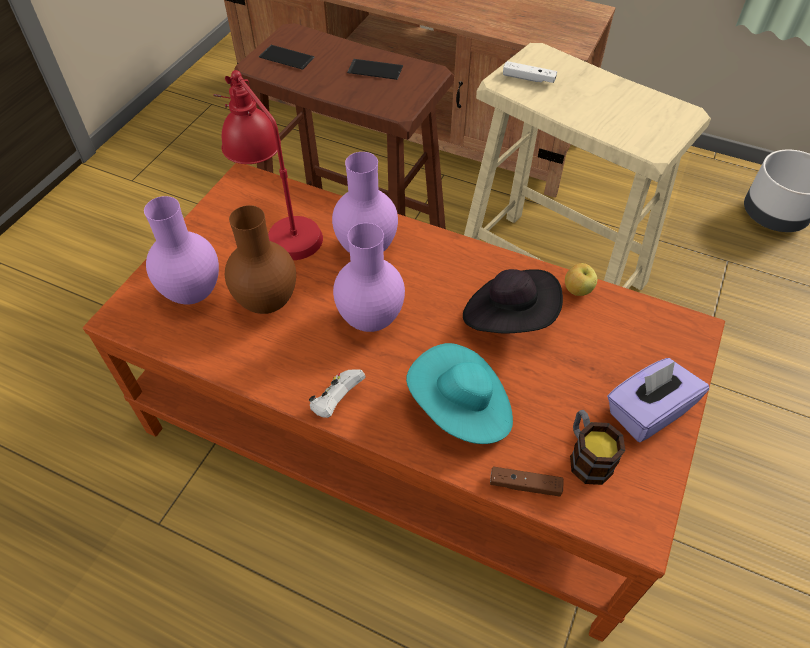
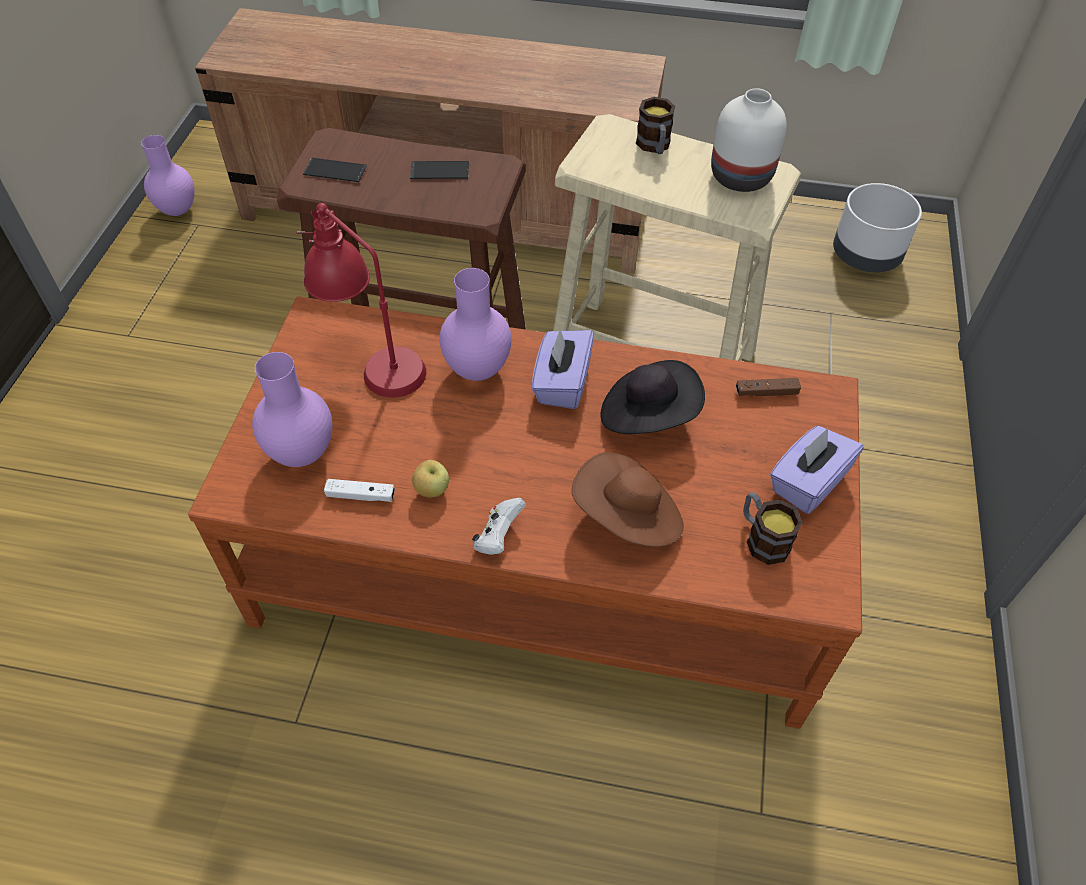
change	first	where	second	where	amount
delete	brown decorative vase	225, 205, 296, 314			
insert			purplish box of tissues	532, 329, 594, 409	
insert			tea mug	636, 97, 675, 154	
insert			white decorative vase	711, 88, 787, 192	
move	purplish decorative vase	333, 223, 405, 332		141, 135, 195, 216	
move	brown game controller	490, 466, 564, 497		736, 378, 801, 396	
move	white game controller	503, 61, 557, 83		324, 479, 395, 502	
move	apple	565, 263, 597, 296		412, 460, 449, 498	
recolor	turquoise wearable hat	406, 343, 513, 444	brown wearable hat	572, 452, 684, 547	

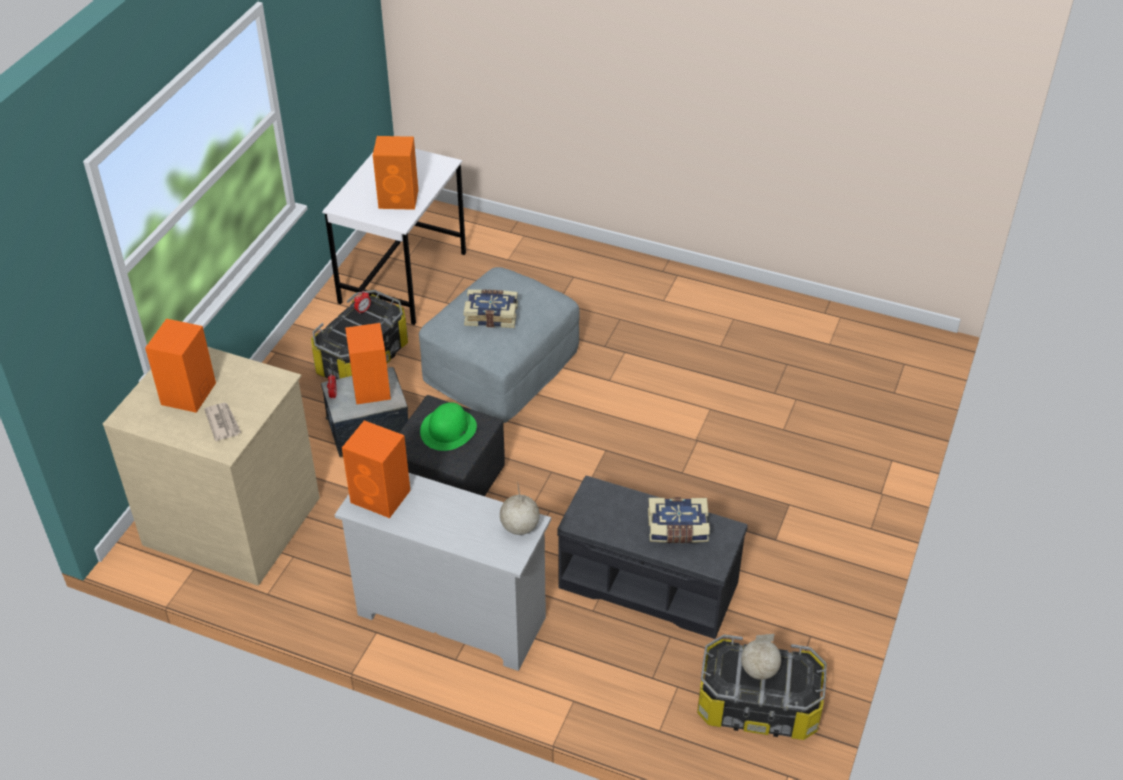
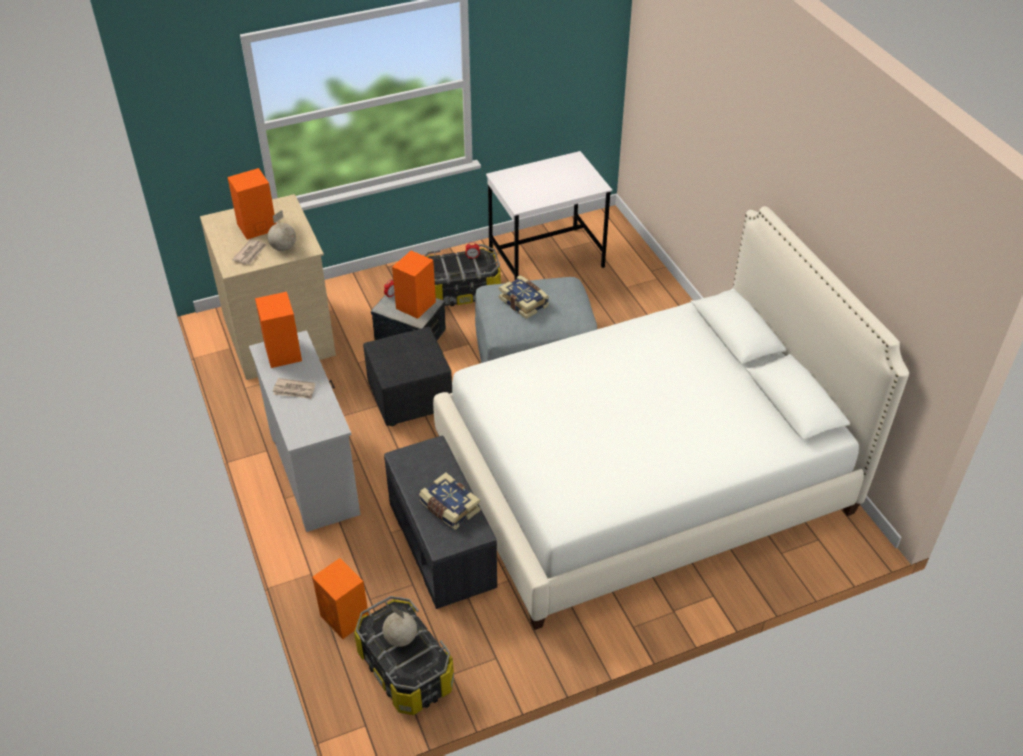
change	first	where	second	where	amount
delete	green wearable hat	420, 402, 477, 451			
insert			printed paper	273, 378, 315, 399	
insert			white sleeping bed	433, 206, 909, 630	
move	orange-coloured audio speaker	373, 136, 418, 210		312, 558, 369, 639	
move	globe	500, 485, 540, 535		267, 210, 296, 251	

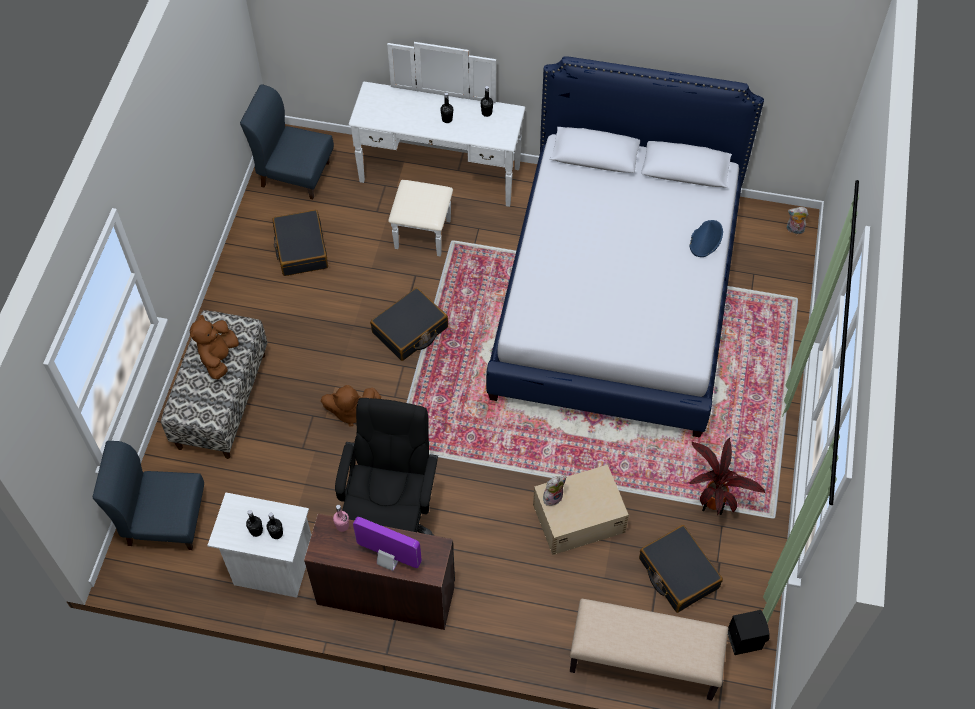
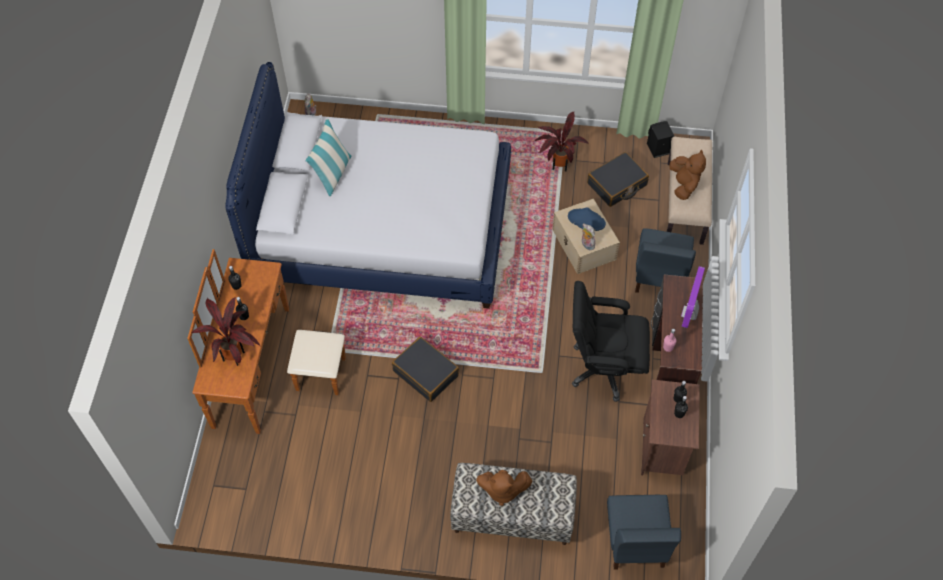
change	first	where	second	where	amount
delete	black-coloured piece of luggage	273, 210, 328, 276			
insert			potted plant	192, 297, 261, 366	
insert			cushion	306, 118, 352, 196	
move	blue-coloured chair	240, 84, 334, 200		635, 228, 696, 293	
move	brown cuddly toy	321, 385, 381, 427		670, 150, 706, 200	
move	blue-coloured wearable hat	690, 220, 723, 257		568, 207, 606, 231	
recolor	white bedside table	207, 492, 311, 598	brown bedside table	641, 380, 700, 475	
recolor	white chest of drawers	349, 42, 525, 256	brown chest of drawers	187, 249, 346, 434	

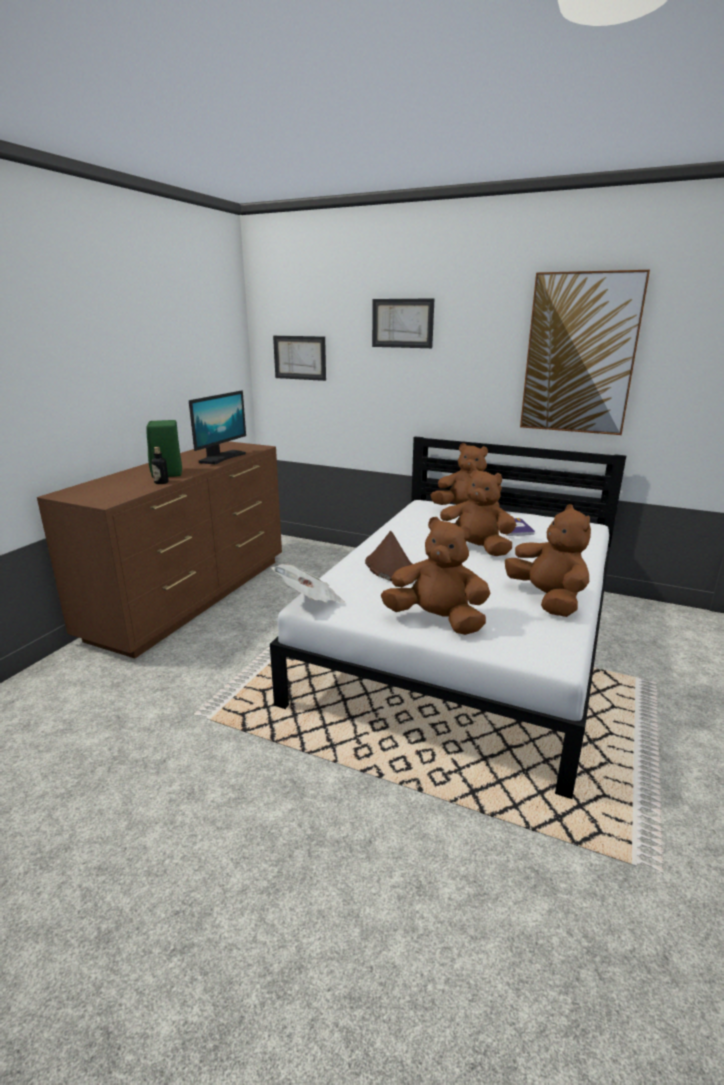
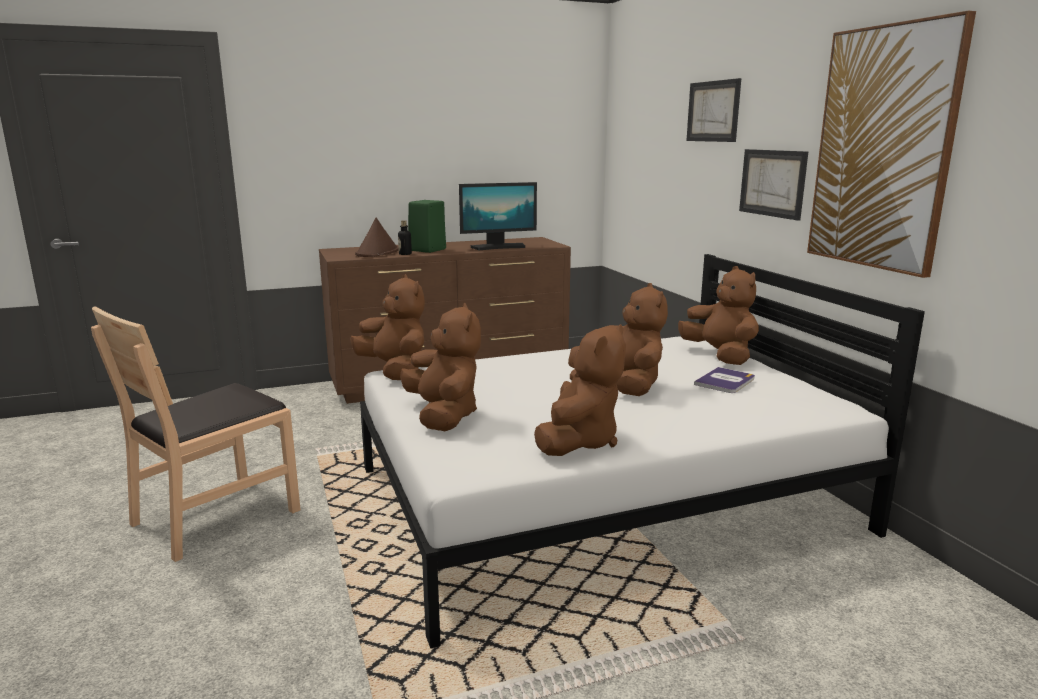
change	first	where	second	where	amount
insert			brown chair	91, 306, 301, 562	
move	wall picture	273, 336, 326, 381		739, 149, 808, 221	
move	brown wearable hat	365, 531, 417, 581		355, 218, 399, 257	
replace	printed paper	271, 564, 345, 603	brown cuddly toy	350, 274, 425, 380	

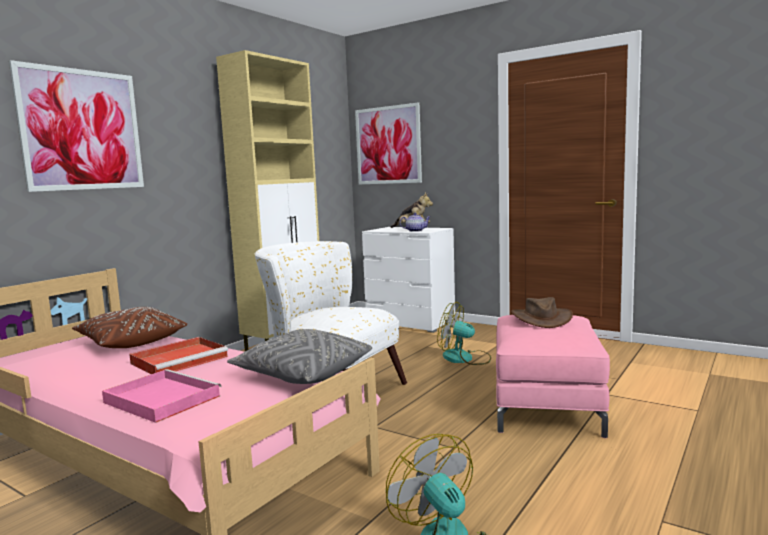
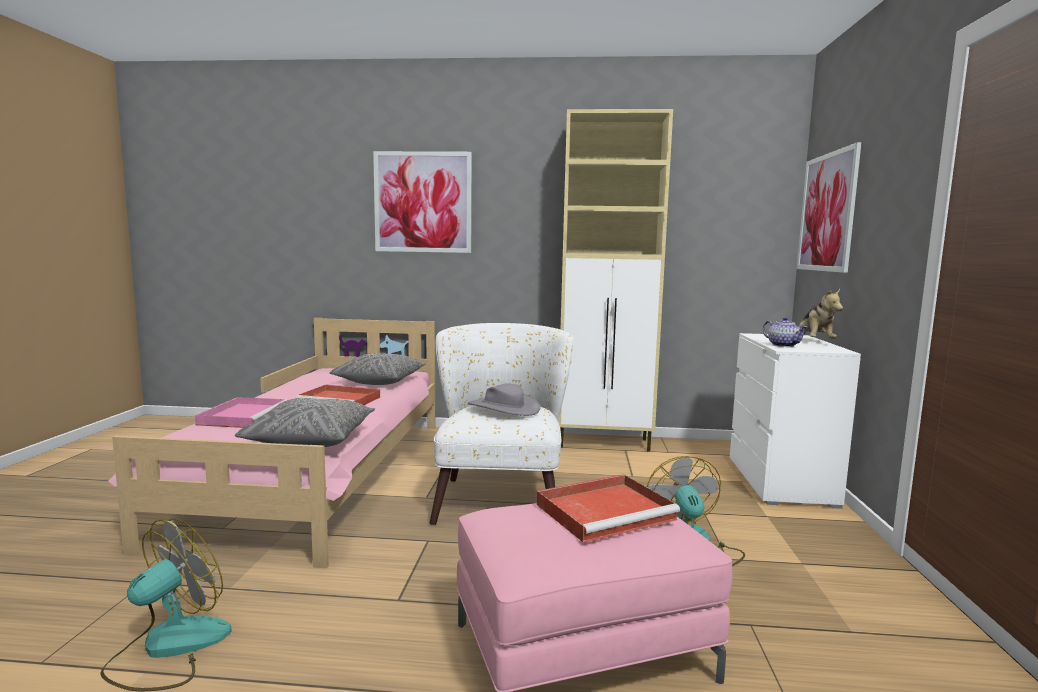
change	first	where	second	where	amount
insert			greyish wearable hat	468, 384, 540, 416	
replace	brown wearable hat	511, 297, 573, 328	red-coloured carrying tray	537, 474, 680, 543	
recolor	brown cushion	72, 307, 187, 348	greyish cushion	330, 353, 426, 385	

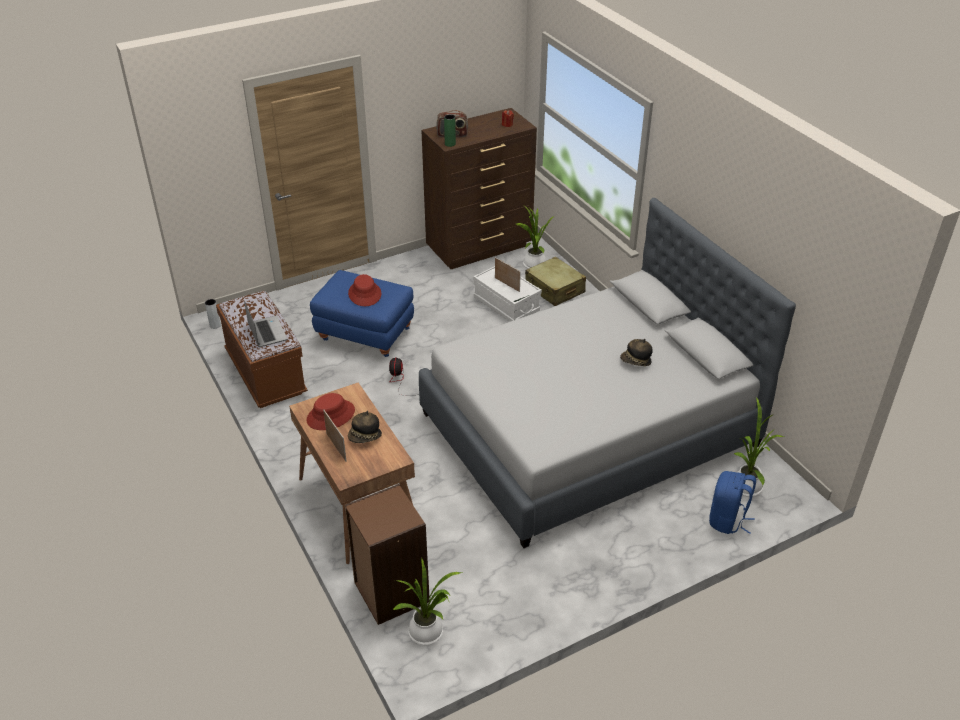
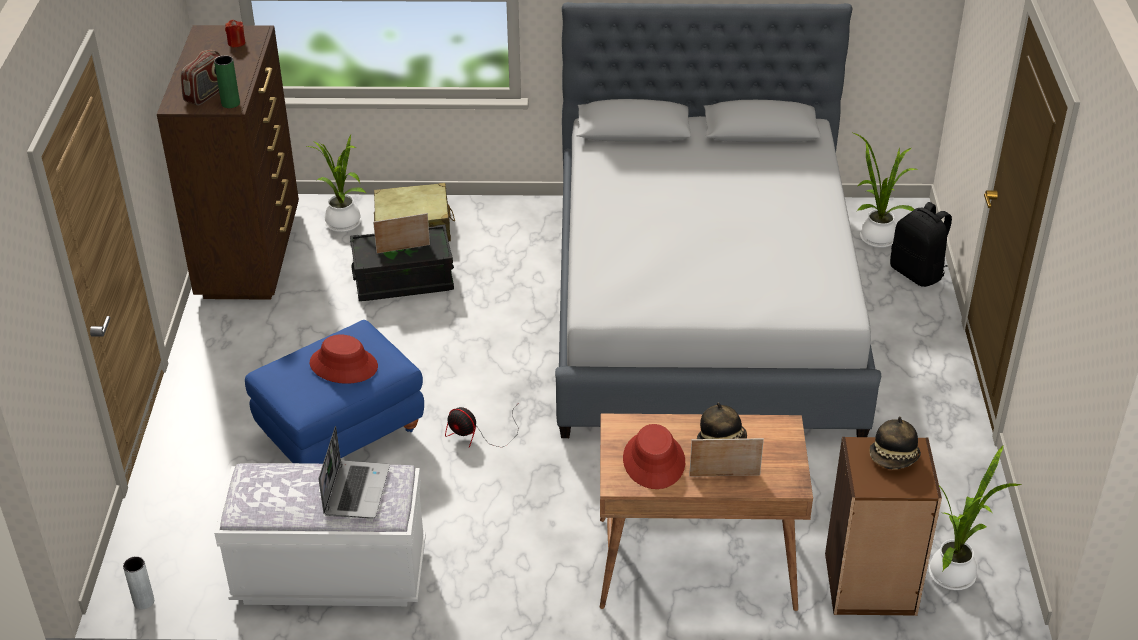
change	first	where	second	where	amount
move	wearable hat	620, 339, 653, 366		869, 416, 921, 470	
recolor	brown long seat	216, 291, 308, 408	white long seat	214, 463, 426, 606	
recolor	white storage bin	473, 266, 542, 322	black-coloured storage bin	350, 225, 454, 301	
recolor	blue-coloured rucksack	709, 471, 756, 534	black-coloured rucksack	890, 202, 952, 287	
rotate	notebook computer	244, 300, 287, 347		318, 426, 390, 519	90 degrees clockwise

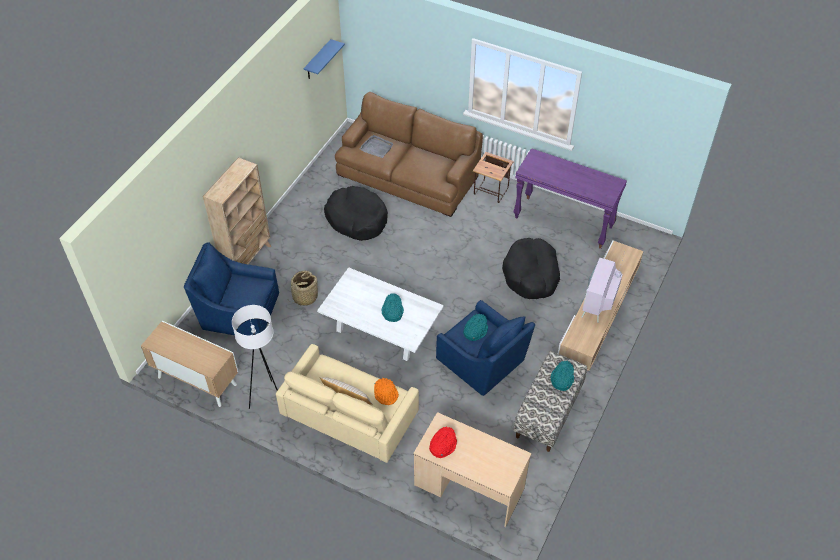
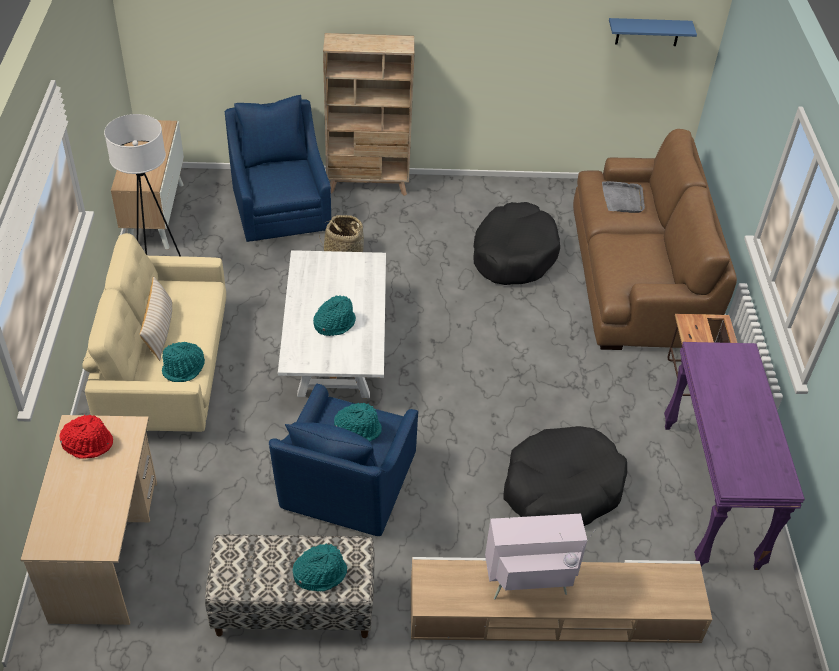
change	first	where	second	where	amount
recolor	orange-coloured wearable hat	374, 378, 399, 405	turquoise wearable hat	162, 342, 205, 382	

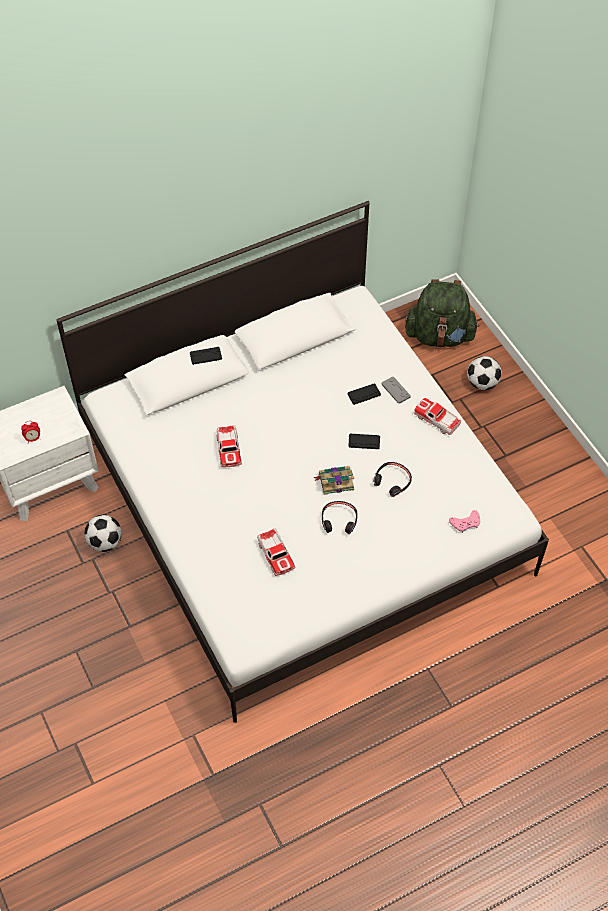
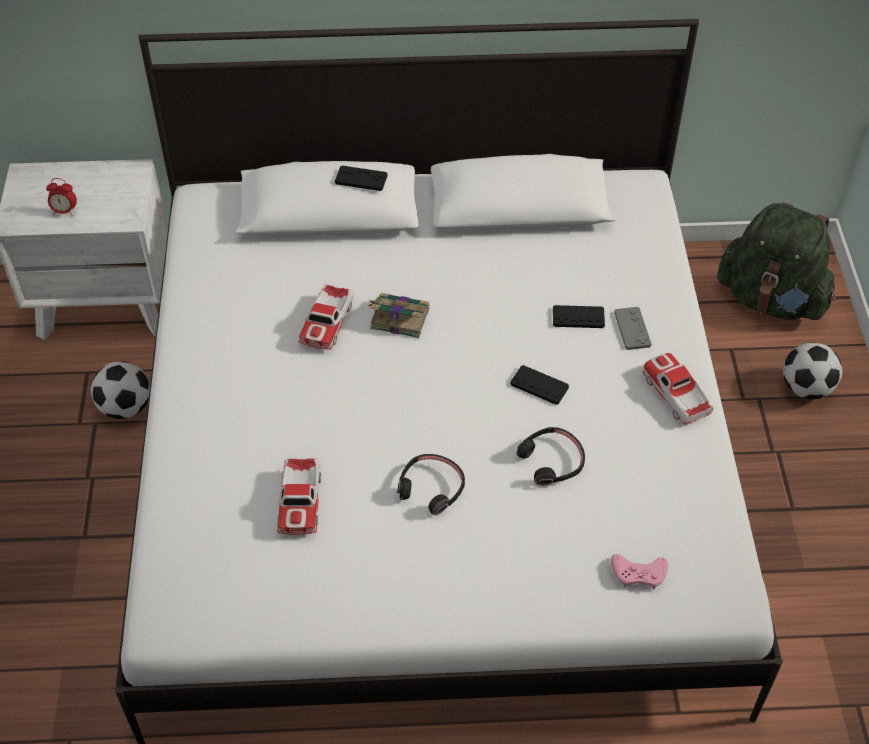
change	first	where	second	where	amount
move	bound book	314, 466, 354, 495		368, 293, 429, 338	

